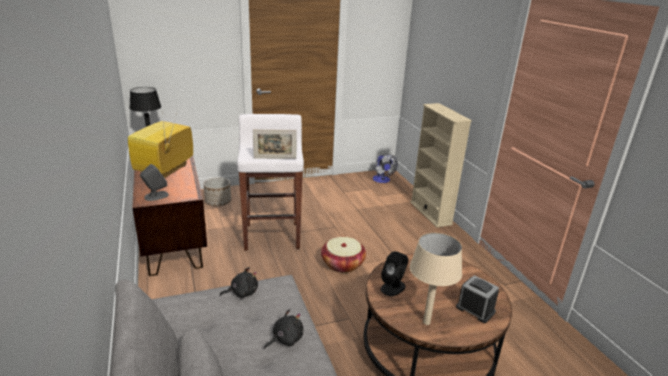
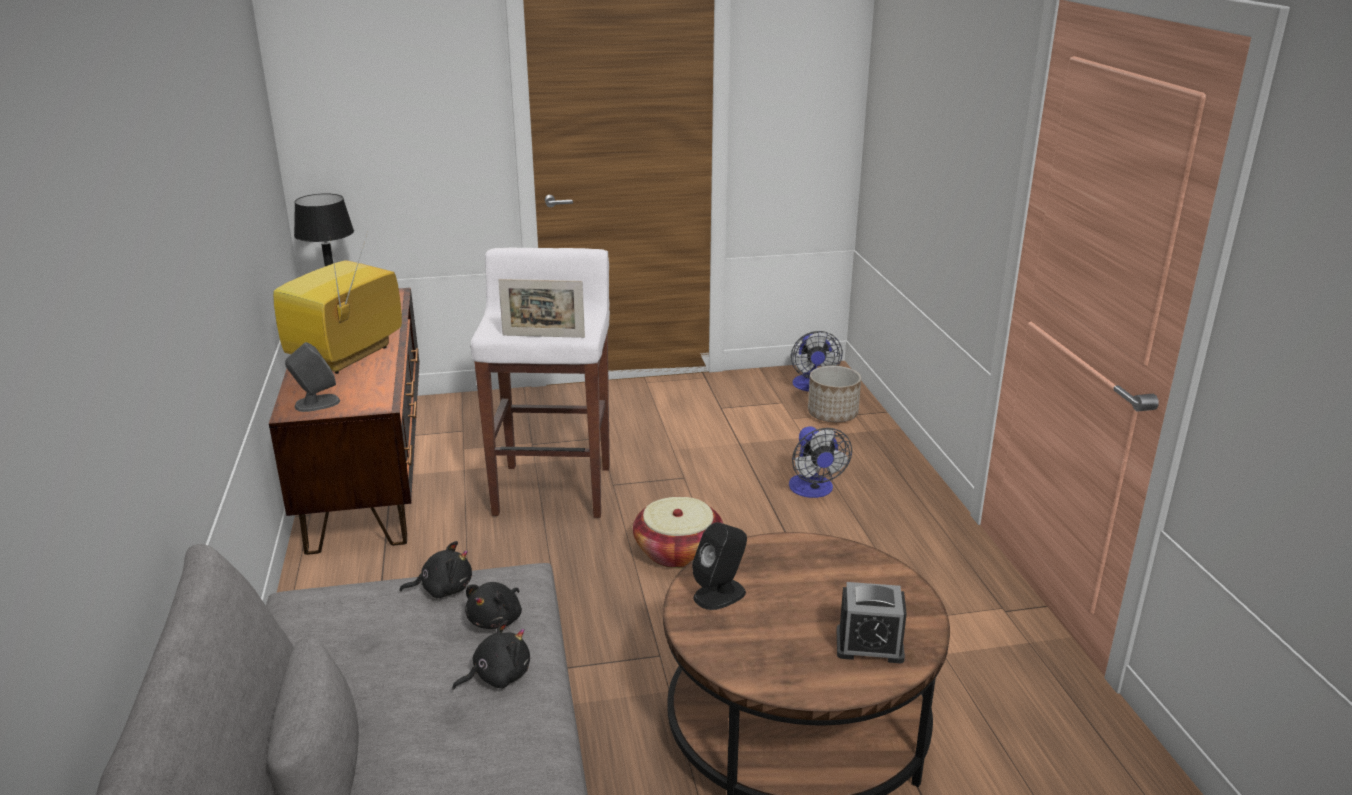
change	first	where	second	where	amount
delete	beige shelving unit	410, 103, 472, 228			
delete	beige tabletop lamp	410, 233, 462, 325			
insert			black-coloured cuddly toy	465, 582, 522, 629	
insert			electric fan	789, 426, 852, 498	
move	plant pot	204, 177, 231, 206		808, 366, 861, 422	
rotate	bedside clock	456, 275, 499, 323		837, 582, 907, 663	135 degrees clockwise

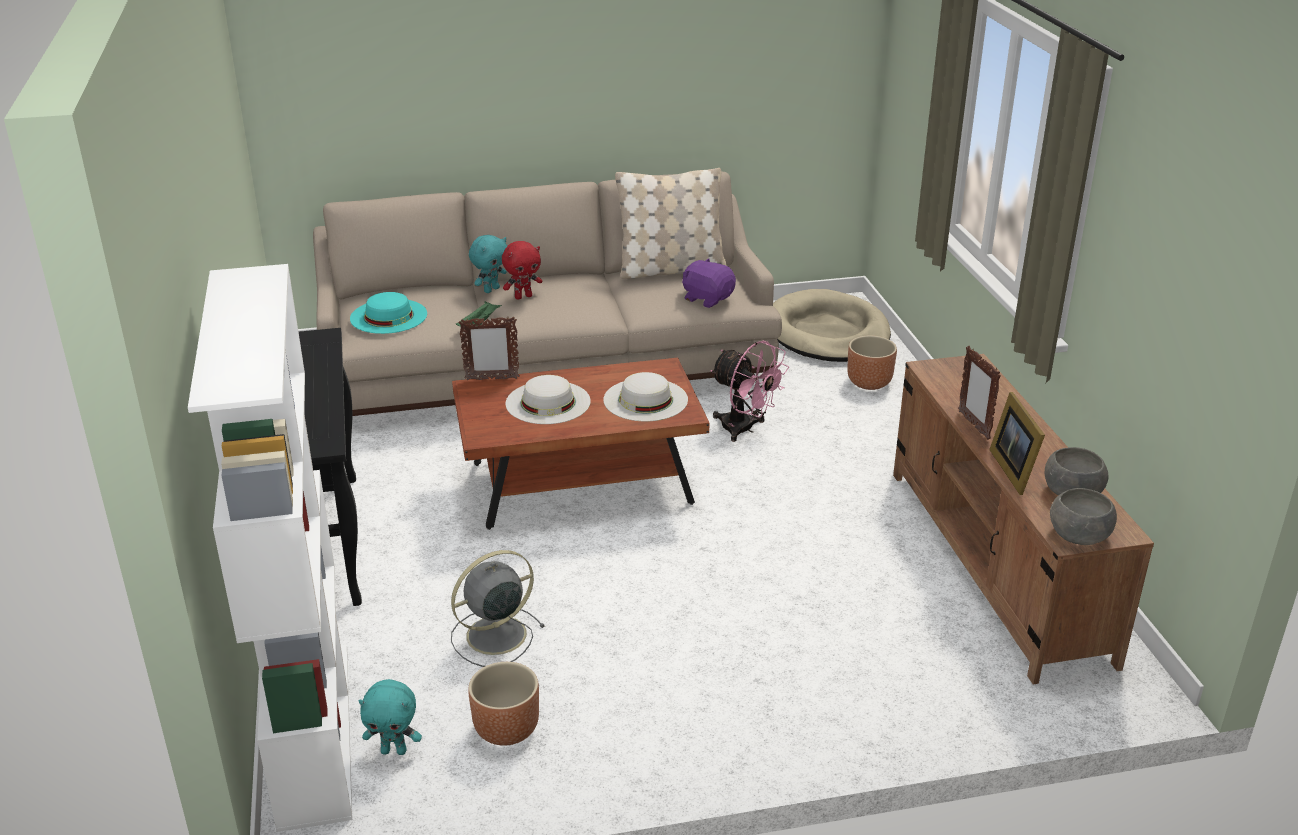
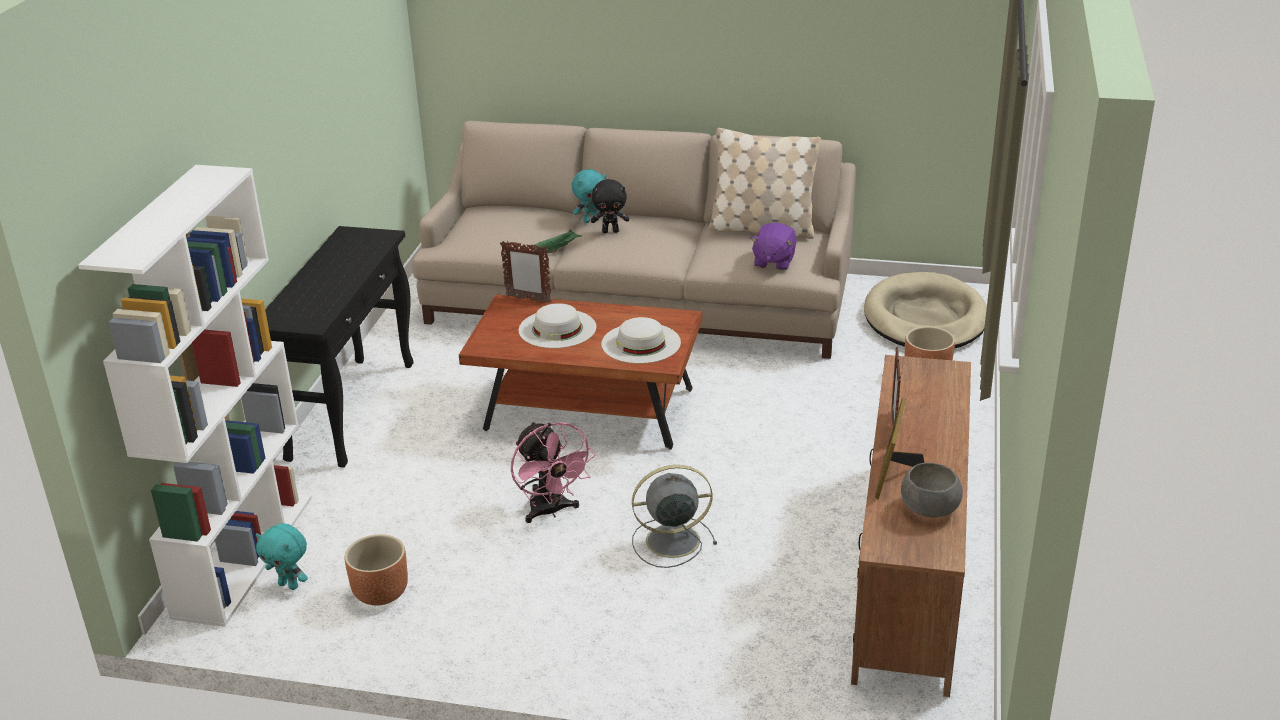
change	first	where	second	where	amount
delete	turquoise wearable hat	350, 292, 427, 334			
delete	greyish bowl	1050, 488, 1117, 545			
move	greyish electric fan	451, 550, 545, 667		632, 465, 717, 568	
move	pink-coloured electric fan	710, 340, 789, 442		511, 422, 595, 523	
recolor	red-coloured cuddly toy	502, 241, 542, 300	black-coloured cuddly toy	591, 179, 629, 233	
rotate	purplish cuddly toy	682, 259, 736, 308		750, 223, 797, 271	135 degrees counterclockwise

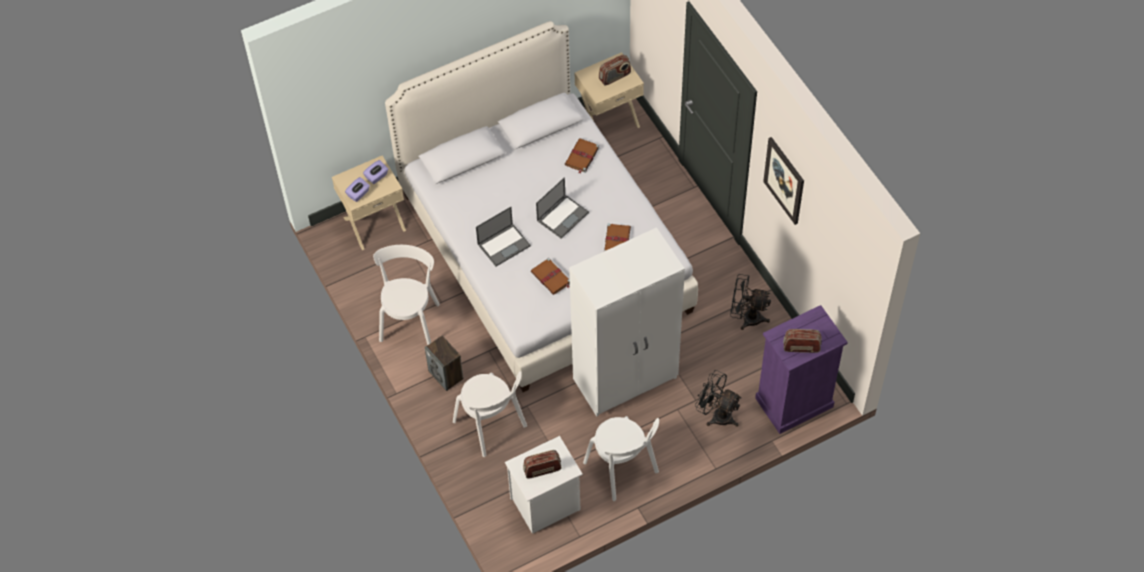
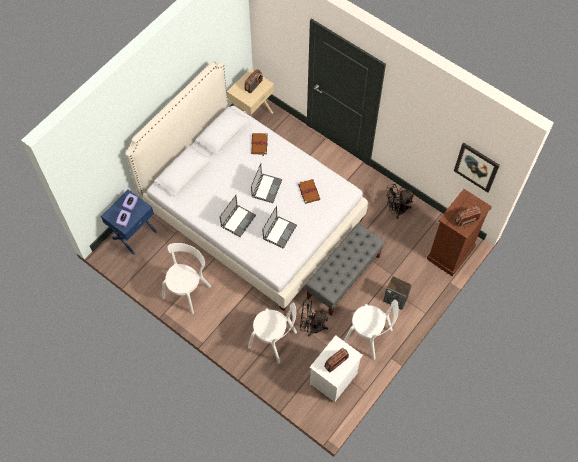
change	first	where	second	where	amount
move	audio speaker	425, 336, 464, 391		383, 276, 412, 310	
move	black-coloured electric fan	695, 370, 742, 427		300, 301, 328, 336	
move	wall picture	763, 137, 804, 225		454, 142, 500, 192	
replace	brown bound book	531, 258, 570, 295	notebook computer	262, 206, 297, 249	
replace	white armoire	569, 227, 685, 417	greyish long seat	306, 223, 385, 316	
recolor	beige bedside table	332, 155, 406, 250	blue-coloured bedside table	101, 190, 157, 256	
recolor	purplish chest of drawers	755, 305, 848, 434	brown chest of drawers	427, 189, 492, 276	
rotate	white chair	373, 245, 440, 345		162, 243, 211, 314	45 degrees clockwise

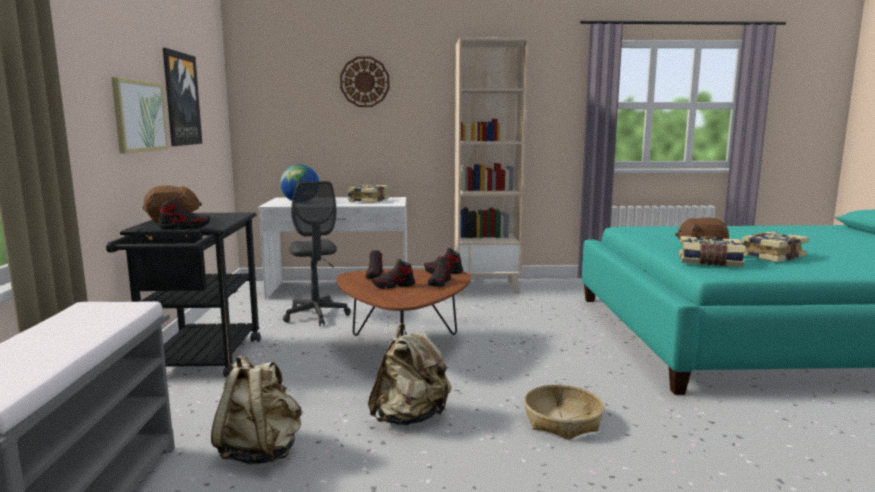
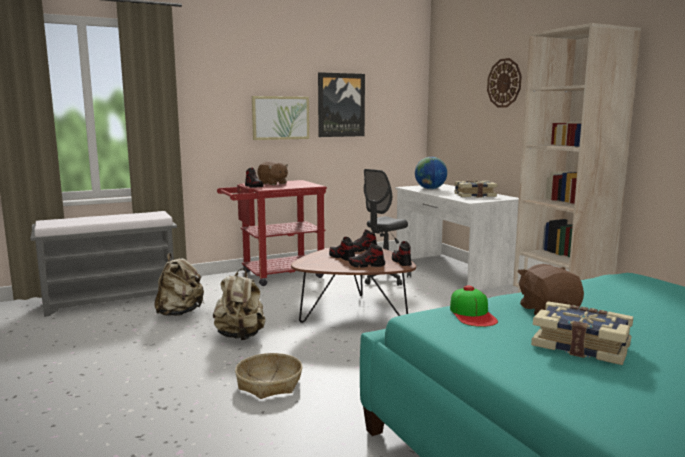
change	first	where	second	where	amount
replace	bound book	679, 236, 746, 267	baseball cap	450, 286, 498, 327	
recolor	black-coloured cart	106, 213, 261, 377	red-coloured cart	217, 180, 327, 286	

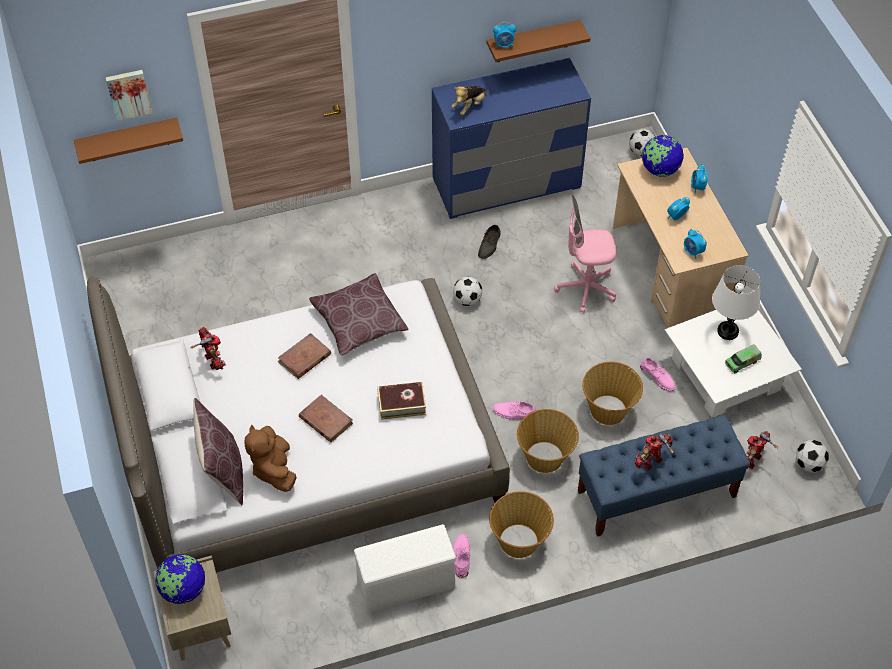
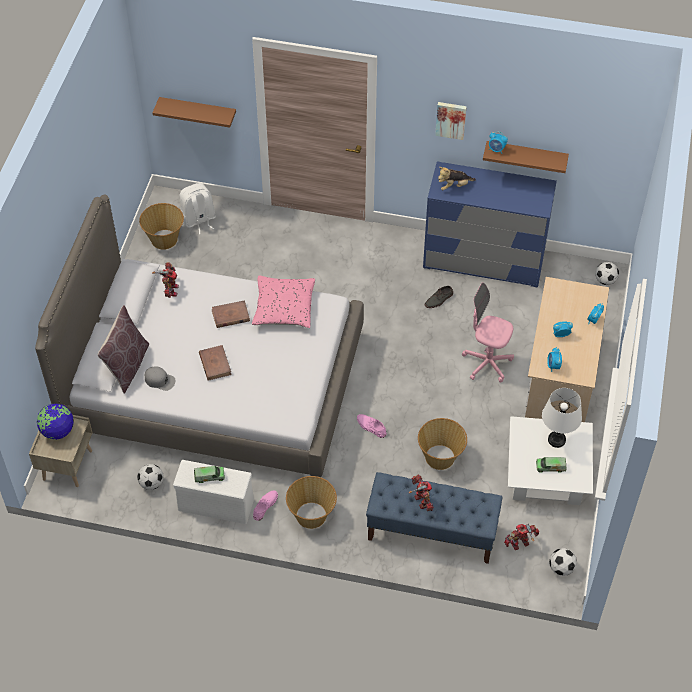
change	first	where	second	where	amount
delete	bound book	377, 382, 426, 420			
delete	pink-coloured item of footwear	640, 358, 675, 392			
delete	globe	642, 135, 684, 176			
insert			white rucksack	180, 183, 216, 234	
insert			toy lorry	194, 466, 225, 483	
move	wall picture	106, 70, 152, 121		435, 102, 467, 140	
move	football ball	453, 277, 482, 306		137, 464, 164, 490	
move	storage basket	517, 409, 579, 473		139, 203, 184, 250	
replace	brown cuddly toy	245, 425, 297, 492	greyish baseball cap	145, 366, 175, 391	
recolor	brown cushion	309, 273, 409, 356	pink-coloured cushion	252, 276, 315, 328	
rotate	model robot	635, 433, 674, 471		409, 475, 434, 511	75 degrees clockwise

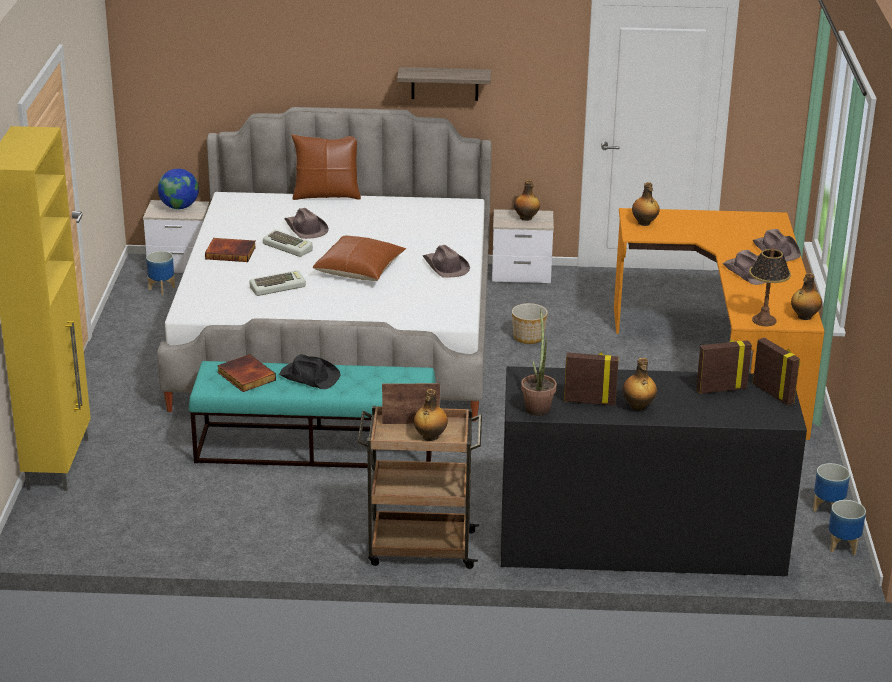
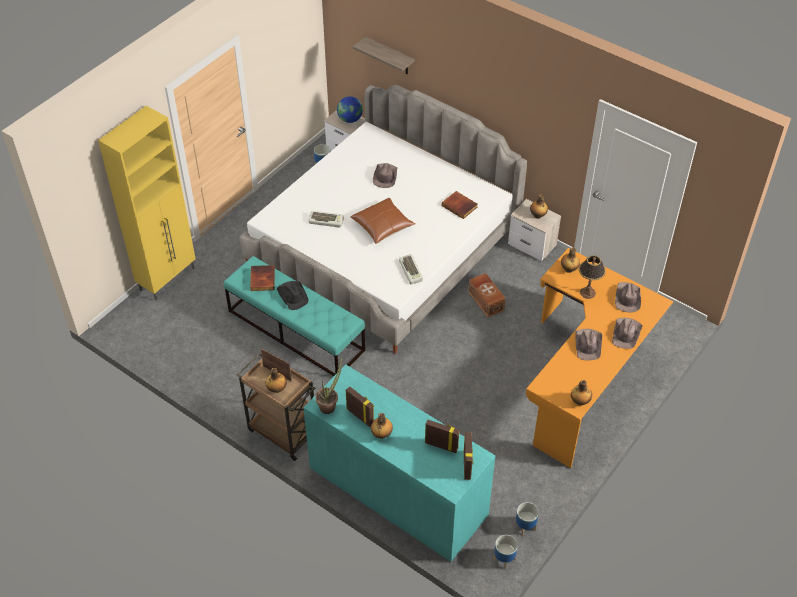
change	first	where	second	where	amount
delete	brown cushion	291, 134, 361, 200			
move	bound book	205, 238, 256, 262		442, 191, 478, 219	
move	computer keyboard	263, 230, 313, 257		399, 254, 423, 284	
move	wall shelf	397, 67, 491, 101		353, 37, 415, 74	
move	brown wearable hat	423, 245, 470, 278		615, 282, 641, 313	
move	tabletop lamp	749, 247, 791, 326		579, 255, 606, 299	
replace	plant pot	512, 303, 548, 344	brown storage bin	468, 273, 506, 317	
recolor	black-coloured chest of drawers	501, 366, 807, 576	turquoise chest of drawers	303, 365, 495, 562	

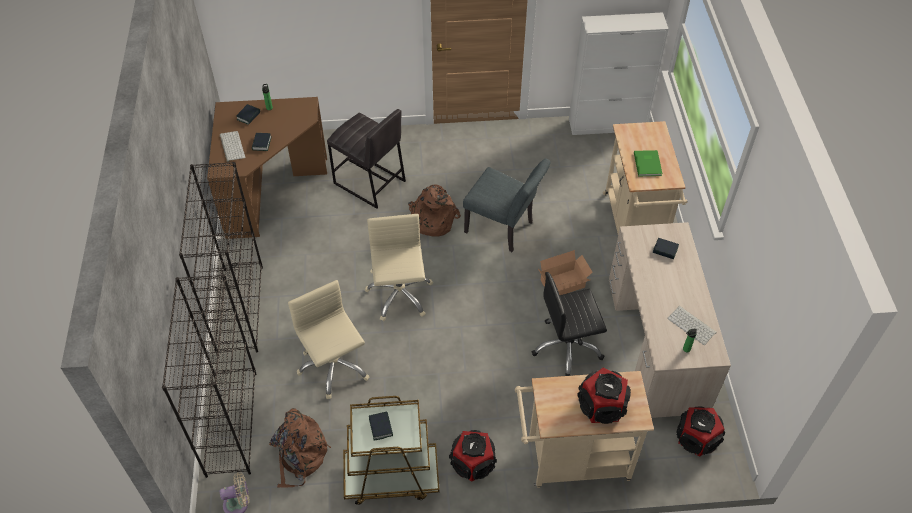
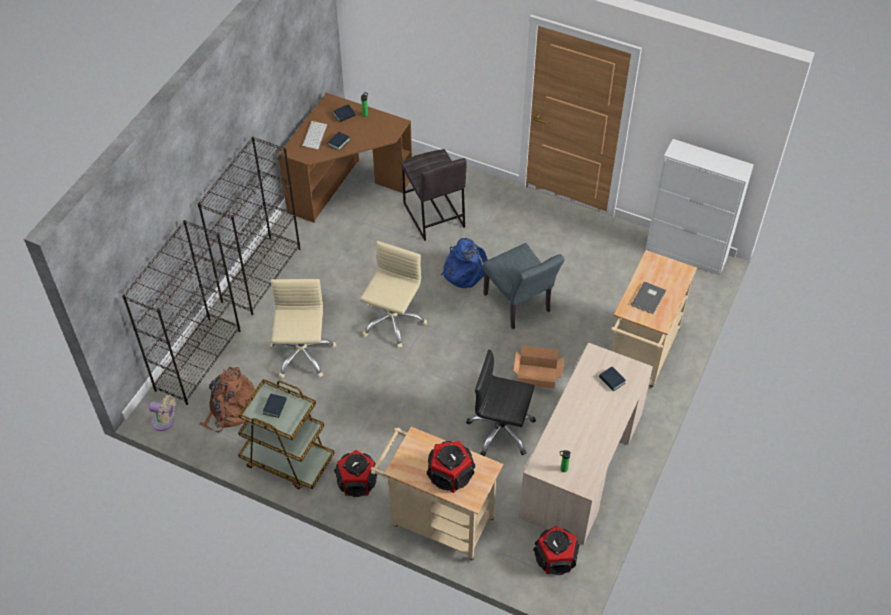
change	first	where	second	where	amount
delete	computer keyboard	667, 306, 717, 345			
recolor	brown rucksack	408, 184, 461, 237	blue-coloured rucksack	441, 238, 488, 288	
recolor	green bound book	634, 150, 663, 176	greyish bound book	631, 281, 666, 314	

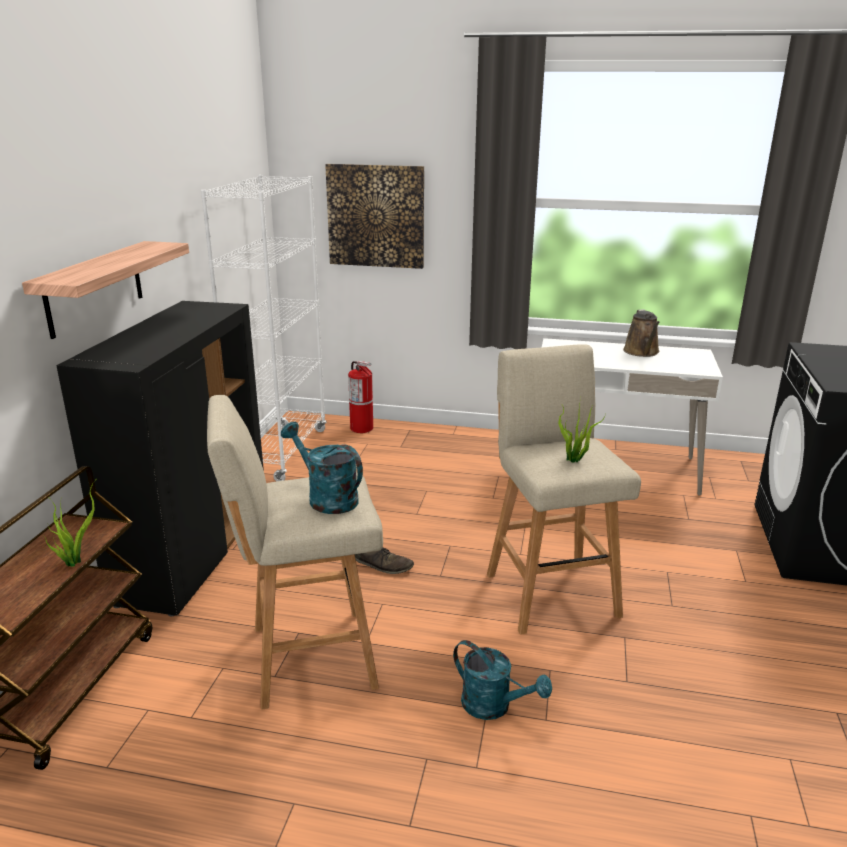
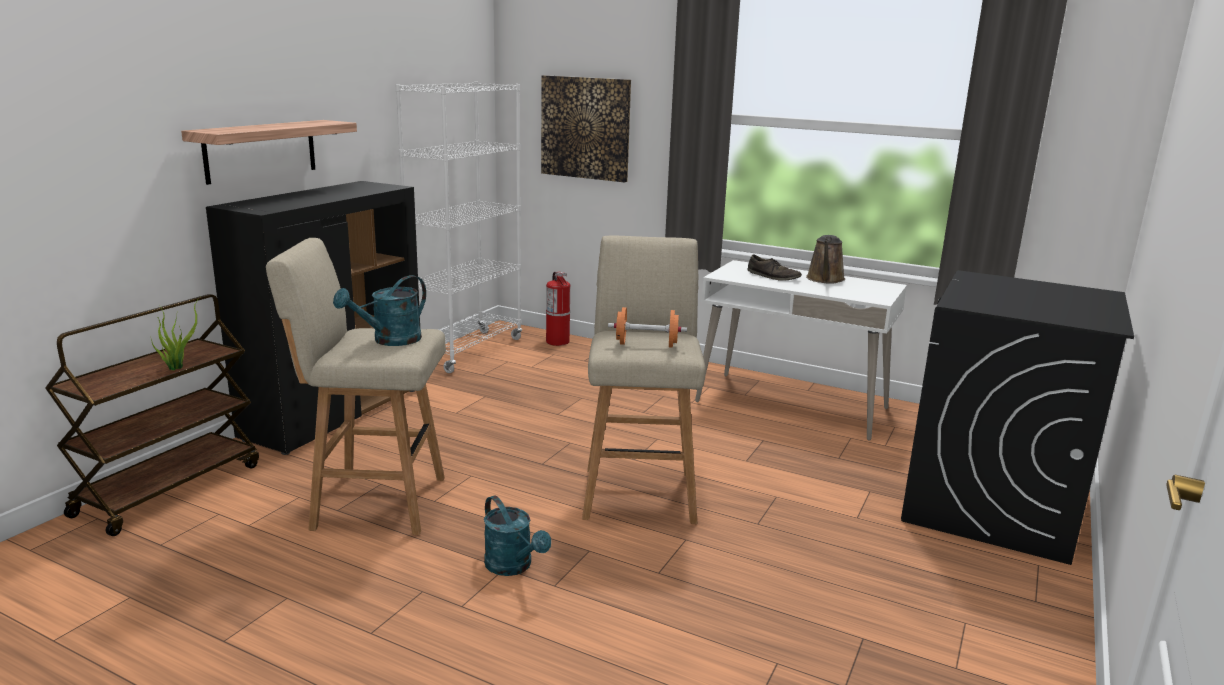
change	first	where	second	where	amount
move	brown item of footwear	355, 547, 414, 574		747, 254, 802, 280	
replace	potted plant	558, 398, 606, 463	orange-coloured free weight	608, 307, 687, 348	
rotate	turquoise sprinkling can	281, 422, 363, 514		333, 275, 426, 346	105 degrees counterclockwise

